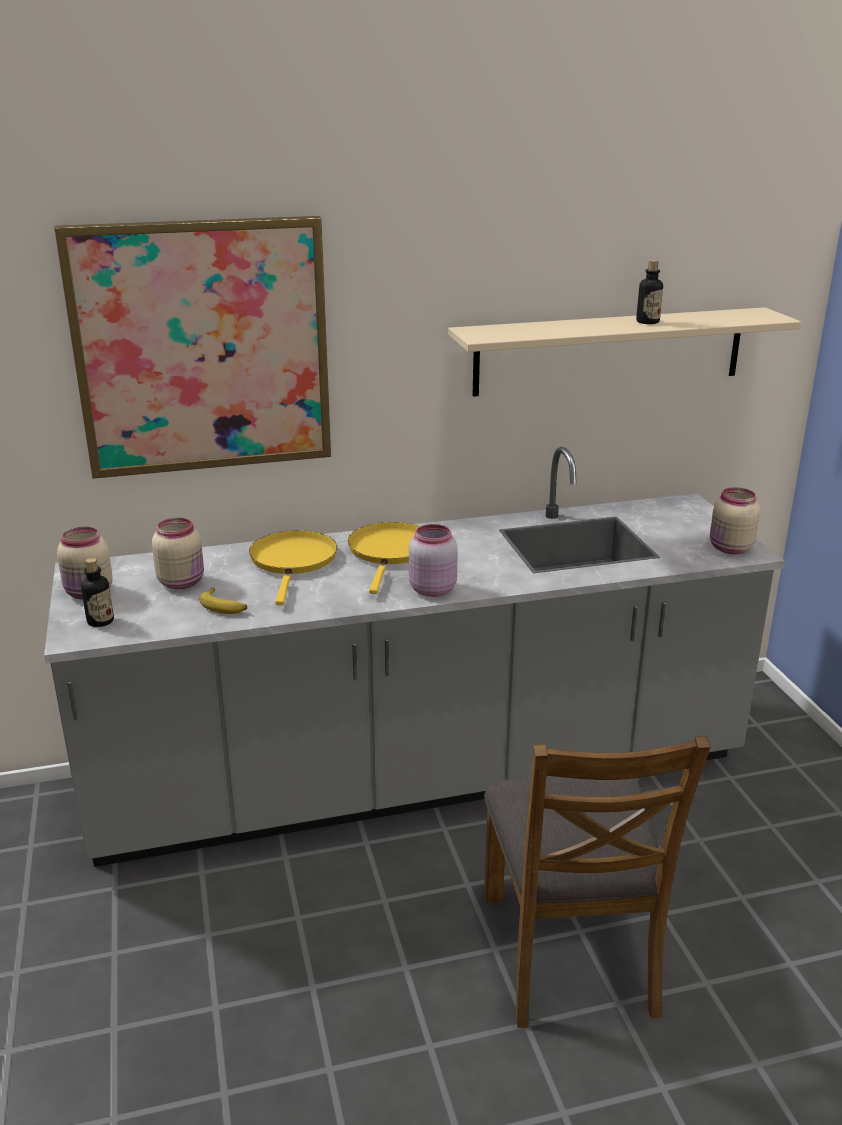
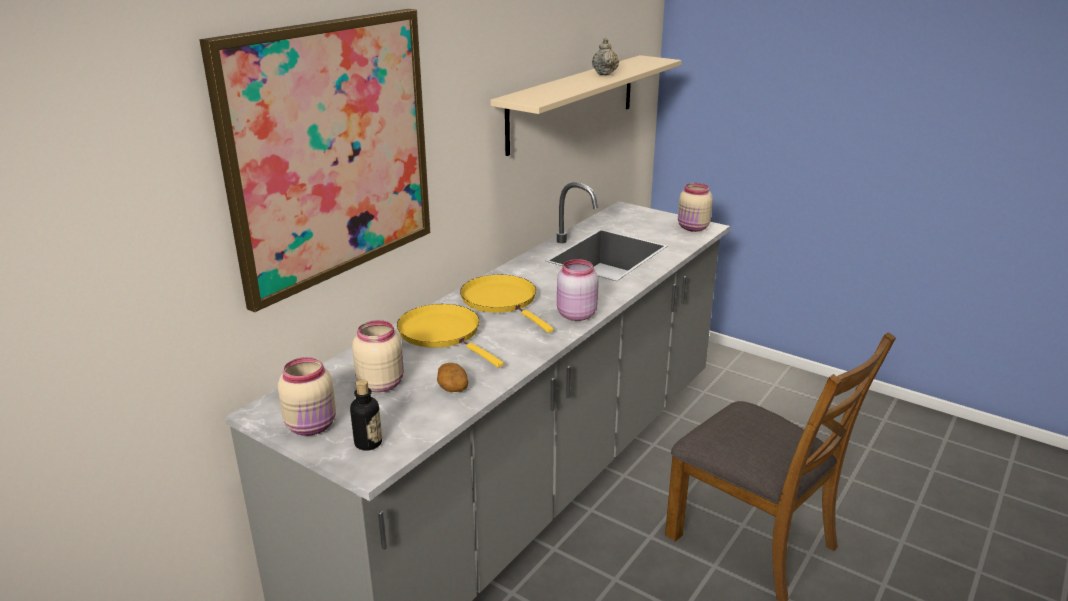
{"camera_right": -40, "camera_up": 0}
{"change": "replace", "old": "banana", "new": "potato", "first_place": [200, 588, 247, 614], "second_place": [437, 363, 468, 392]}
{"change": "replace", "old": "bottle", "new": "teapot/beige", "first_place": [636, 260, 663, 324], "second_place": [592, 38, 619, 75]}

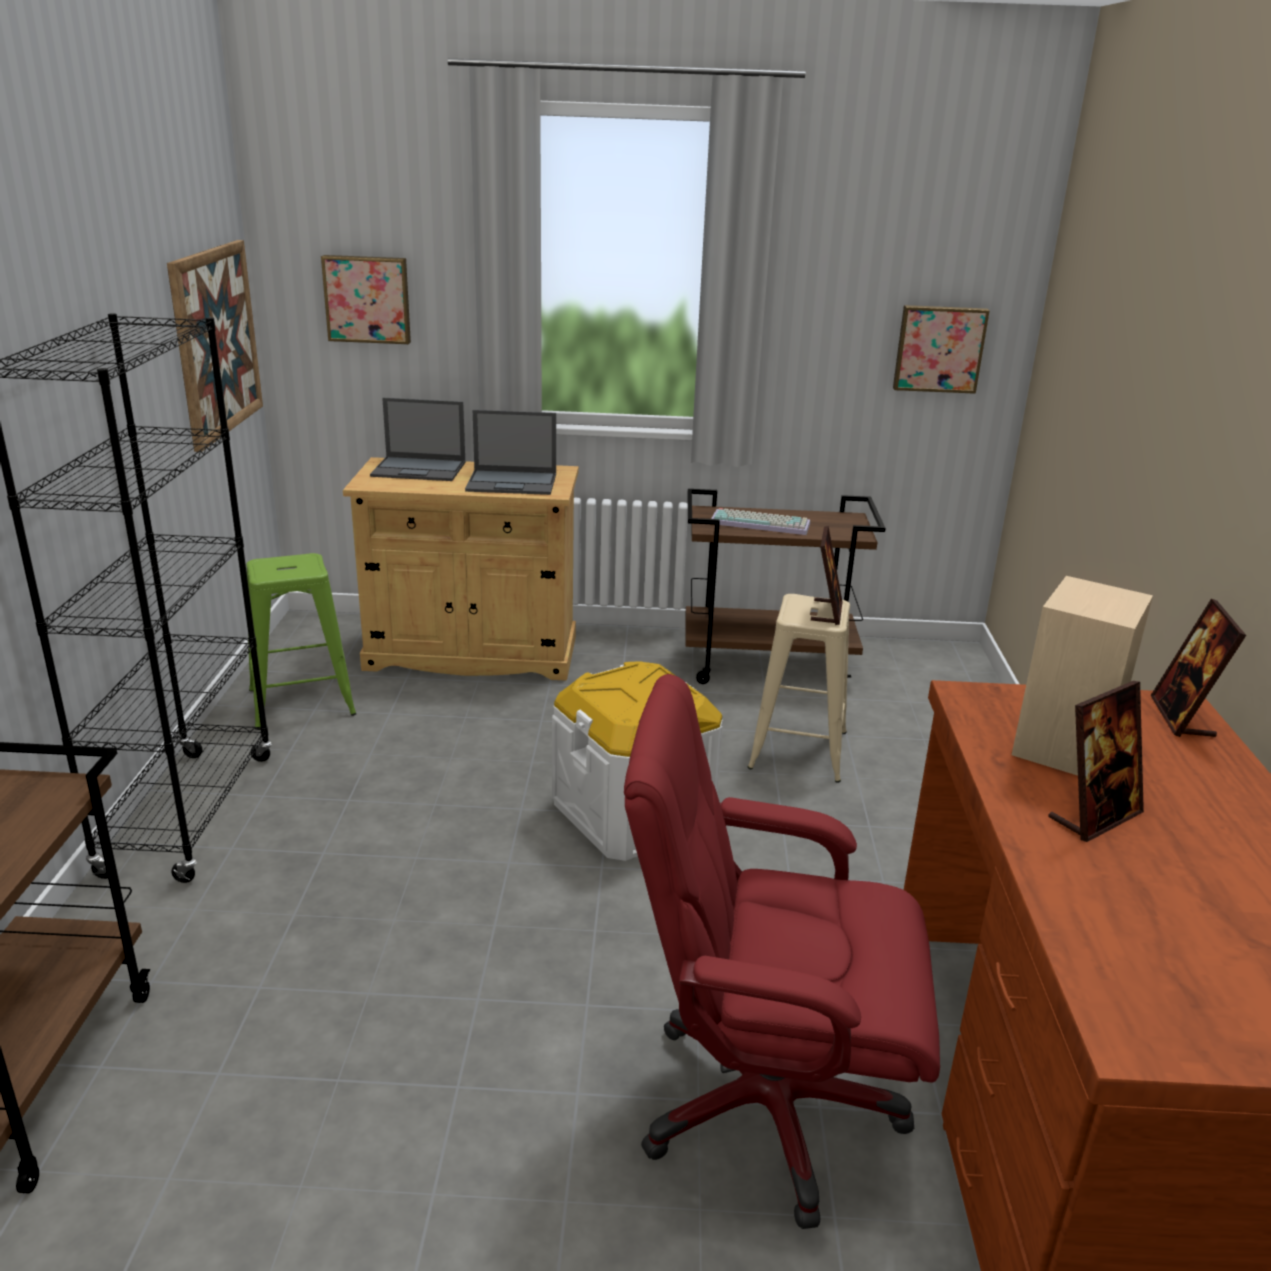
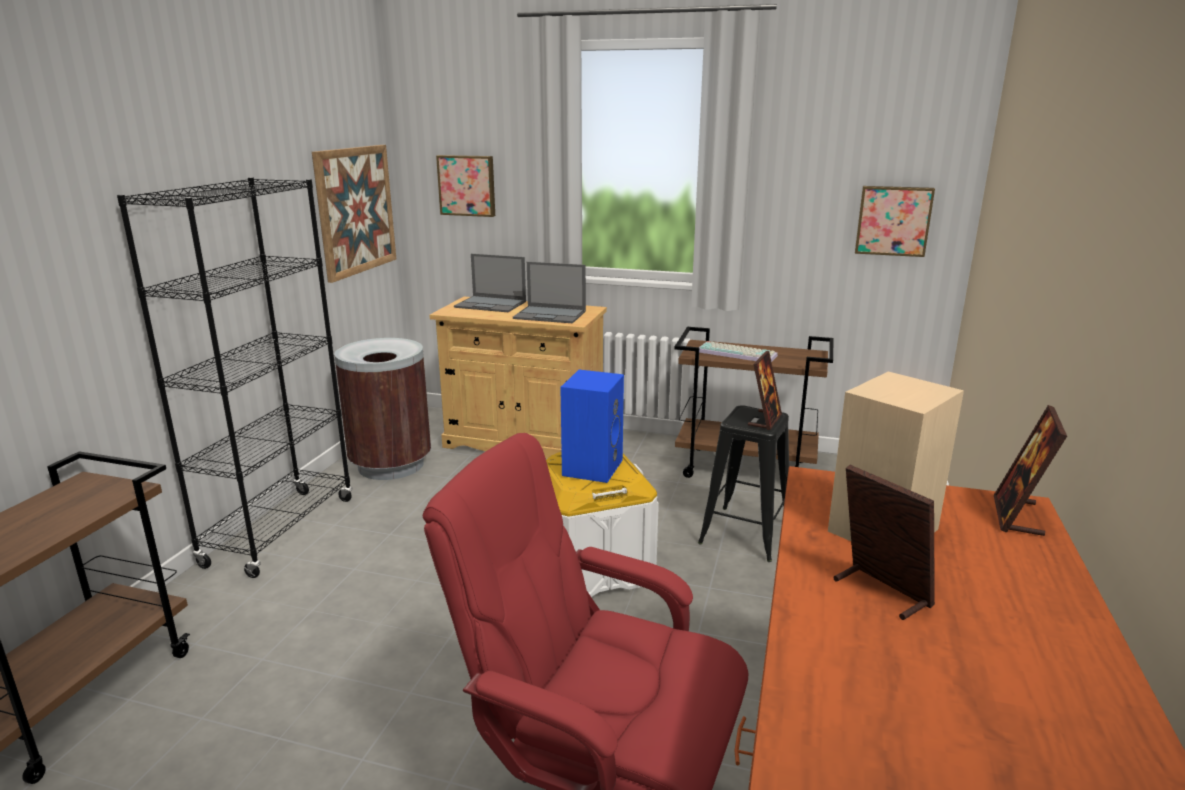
{"camera_right": 15, "camera_up": -5}
{"change": "replace", "old": "stool/green", "new": "trash can/brown", "first_place": [246, 553, 356, 730], "second_place": [334, 338, 431, 480]}
{"change": "recolor", "old": "stool/beige", "new": "stool/black", "first_place": [747, 594, 850, 783], "second_place": [698, 405, 789, 562]}
{"change": "rotate", "old": "picture frame", "first_place": [1048, 681, 1144, 842], "second_place": [833, 465, 935, 620], "degrees": -105}
{"change": "insert", "new": "speaker/blue", "second_place": [560, 370, 624, 483]}

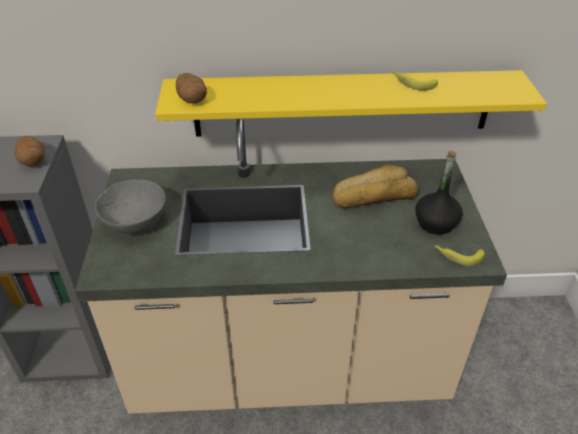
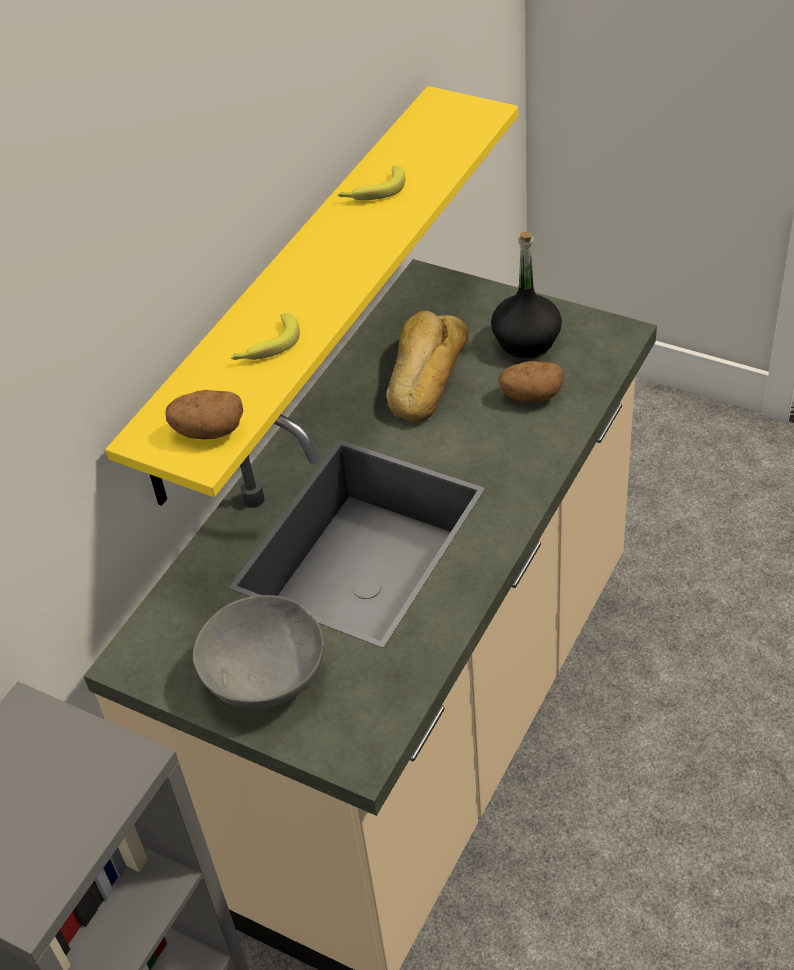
{"camera_right": -55, "camera_up": 5}
{"change": "move", "old": "potato", "first_place": [15, 136, 45, 166], "second_place": [498, 361, 564, 402]}
{"change": "move", "old": "banana", "first_place": [434, 245, 485, 266], "second_place": [231, 313, 300, 360]}

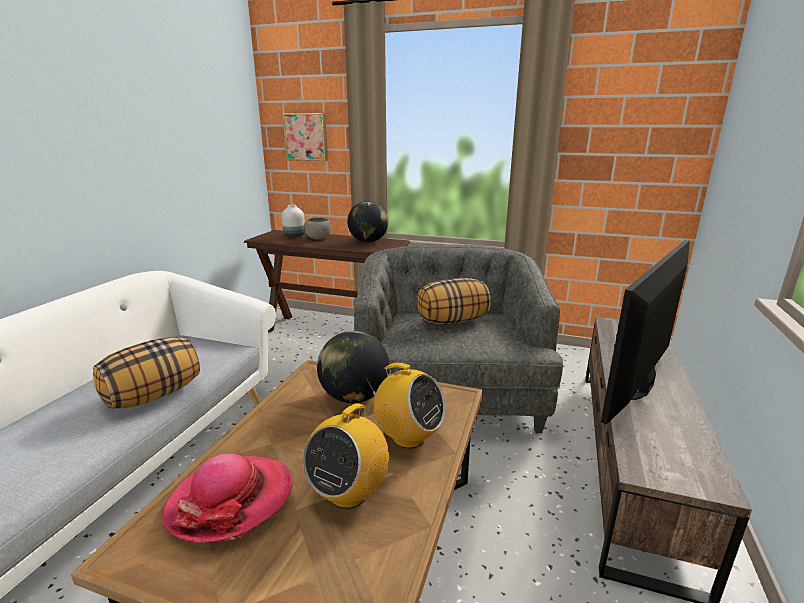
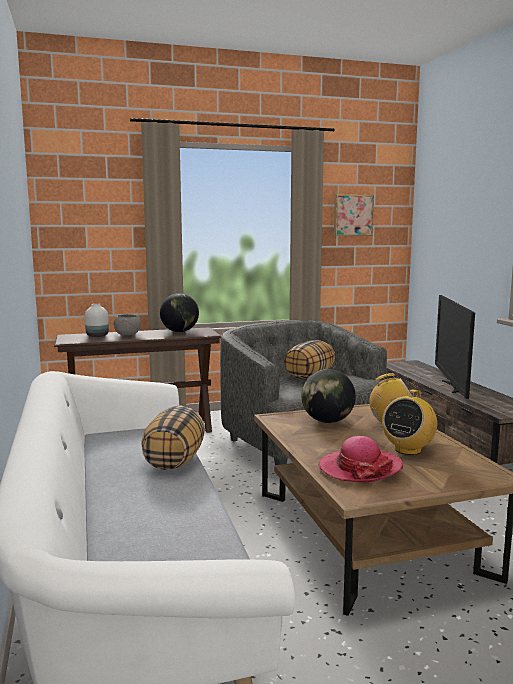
{"camera_right": -35, "camera_up": -10}
{"change": "move", "old": "picture", "first_place": [282, 113, 328, 161], "second_place": [334, 194, 374, 236]}
{"change": "rotate", "old": "radio", "first_place": [303, 400, 389, 509], "second_place": [382, 389, 437, 455], "degrees": 45}

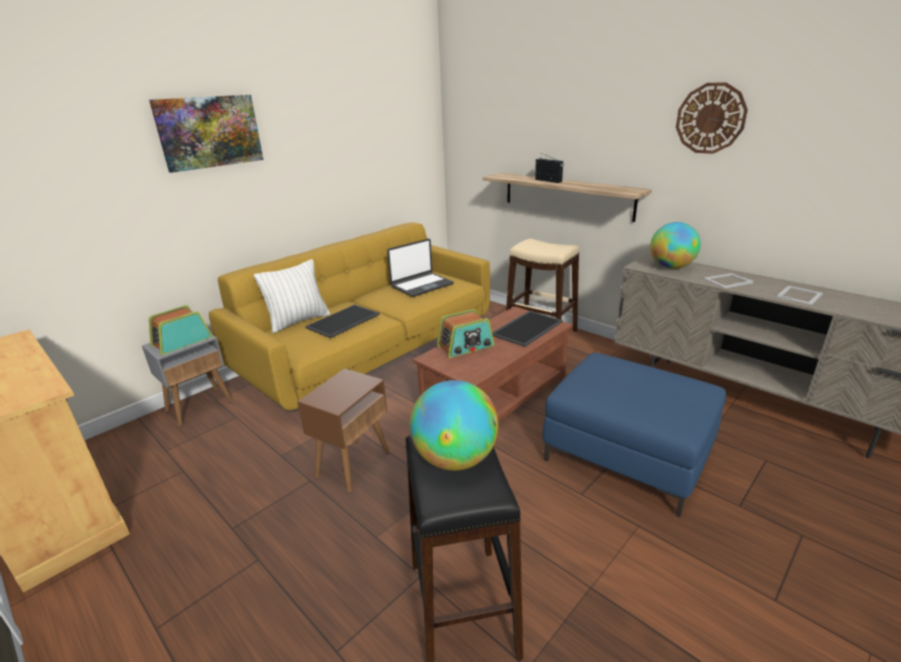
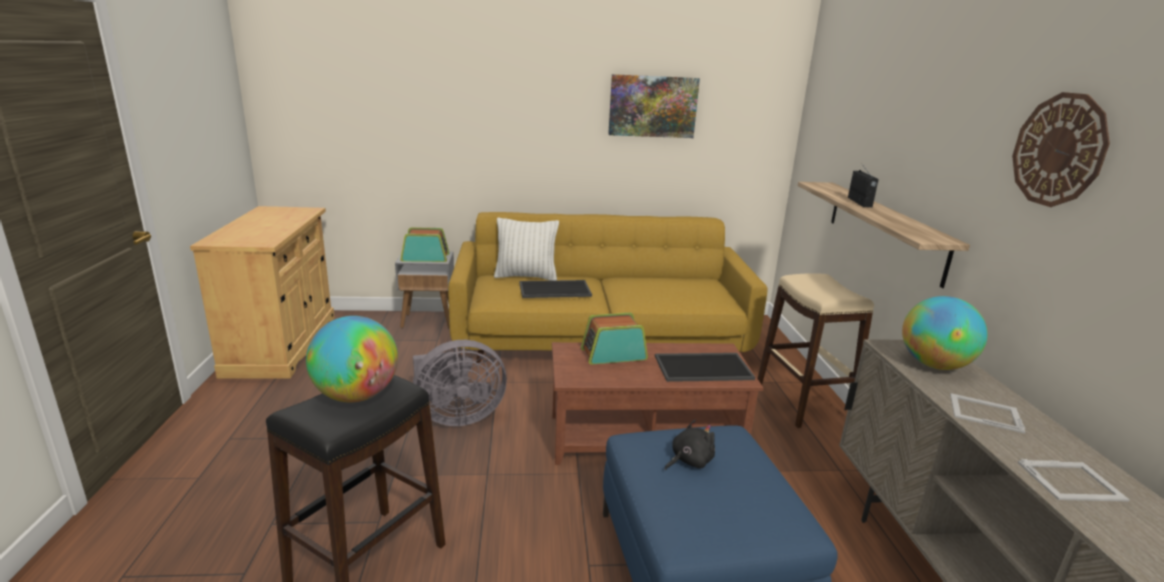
{"camera_right": 40, "camera_up": -5}
{"change": "move", "old": "picture", "first_place": [149, 95, 263, 173], "second_place": [608, 74, 700, 138]}
{"change": "replace", "old": "side table/brown", "new": "fan/grey", "first_place": [297, 368, 390, 492], "second_place": [413, 340, 507, 426]}
{"change": "delete", "old": "laptop", "first_place": [387, 239, 454, 297]}
{"change": "rotate", "old": "radio", "first_place": [437, 309, 494, 358], "second_place": [581, 313, 648, 365], "degrees": 150}
{"change": "insert", "new": "plush toy/black", "second_place": [665, 420, 715, 470]}

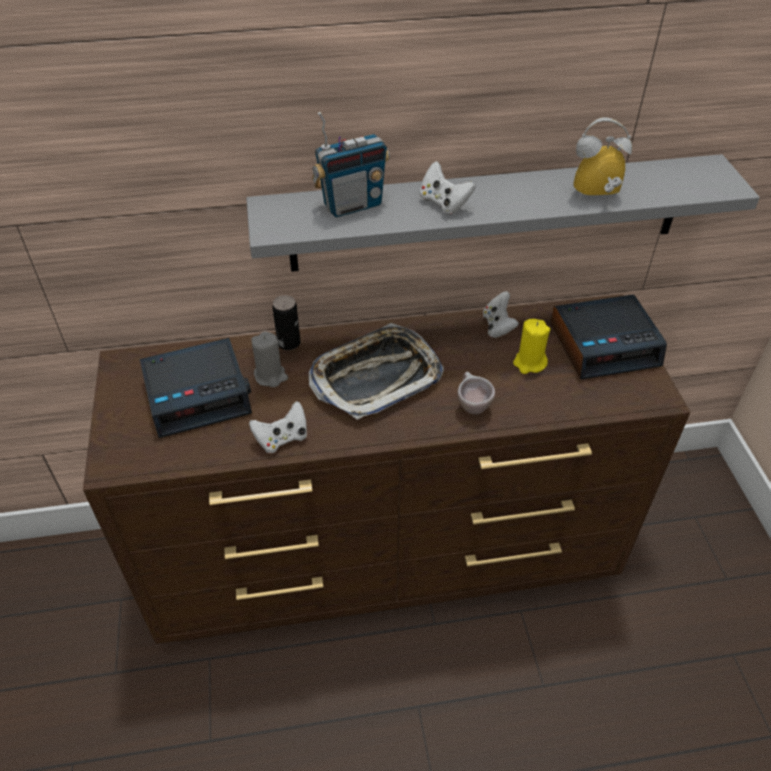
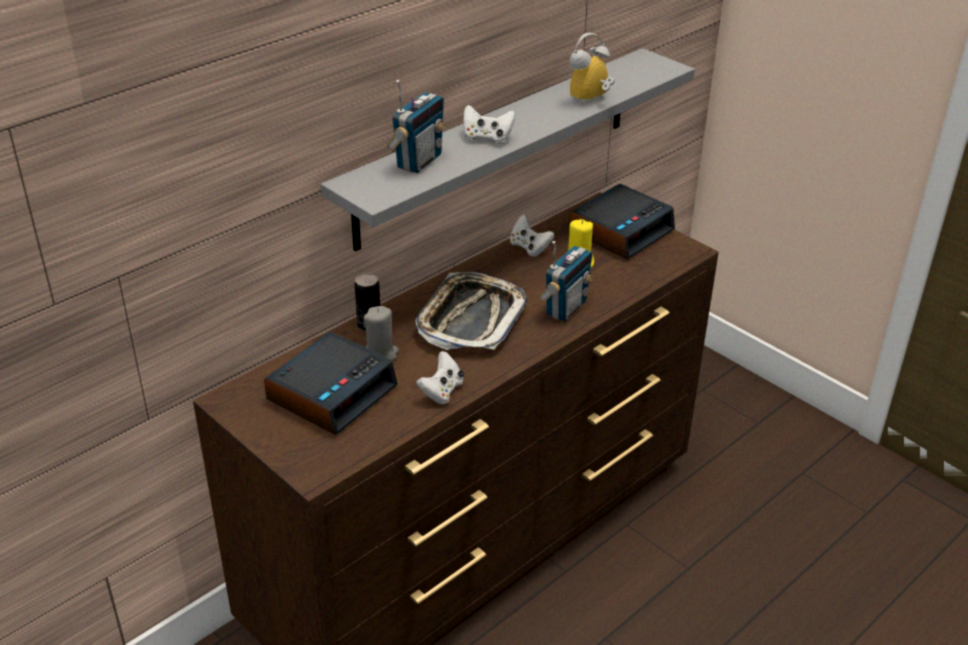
{"camera_right": -35, "camera_up": -10}
{"change": "replace", "old": "cup/beige", "new": "radio", "first_place": [457, 371, 495, 414], "second_place": [538, 241, 593, 322]}

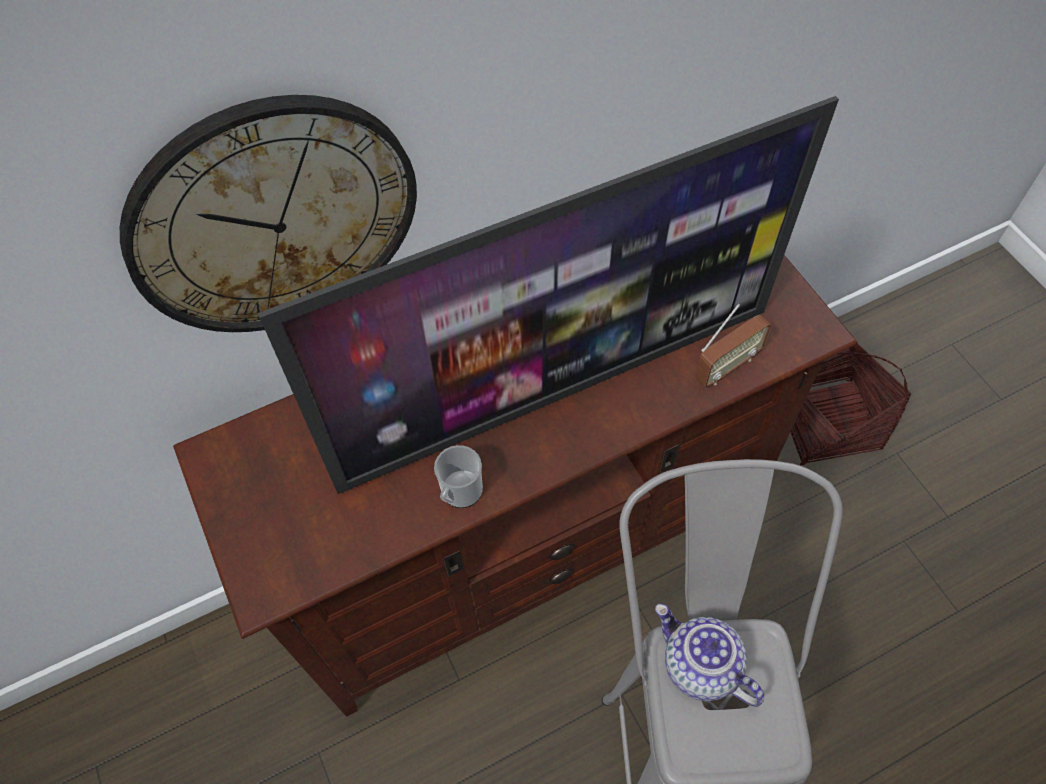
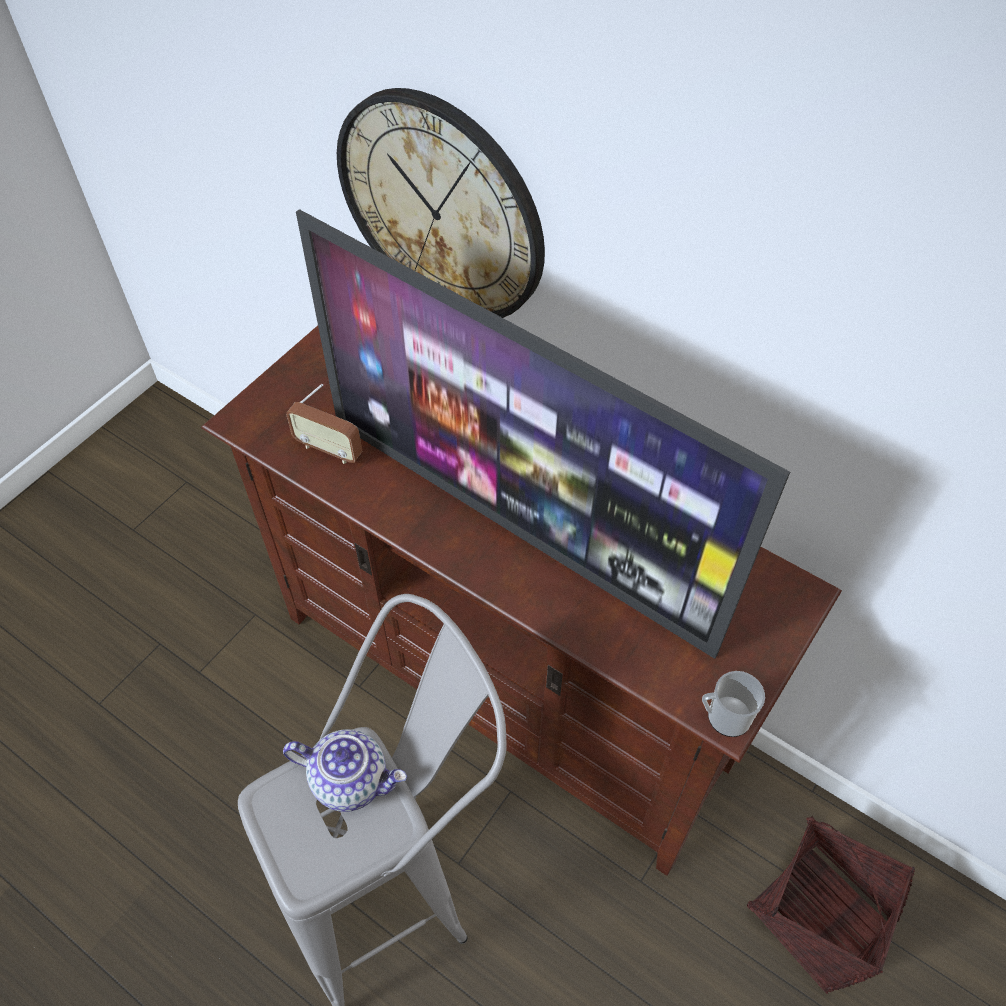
{"camera_right": 60, "camera_up": -5}
{"change": "move", "old": "mug", "first_place": [434, 445, 483, 508], "second_place": [702, 671, 765, 737]}
{"change": "rotate", "old": "teapot", "first_place": [655, 604, 764, 707], "second_place": [283, 729, 407, 812], "degrees": 90}
{"change": "move", "old": "radio", "first_place": [695, 304, 771, 387], "second_place": [286, 384, 362, 464]}

